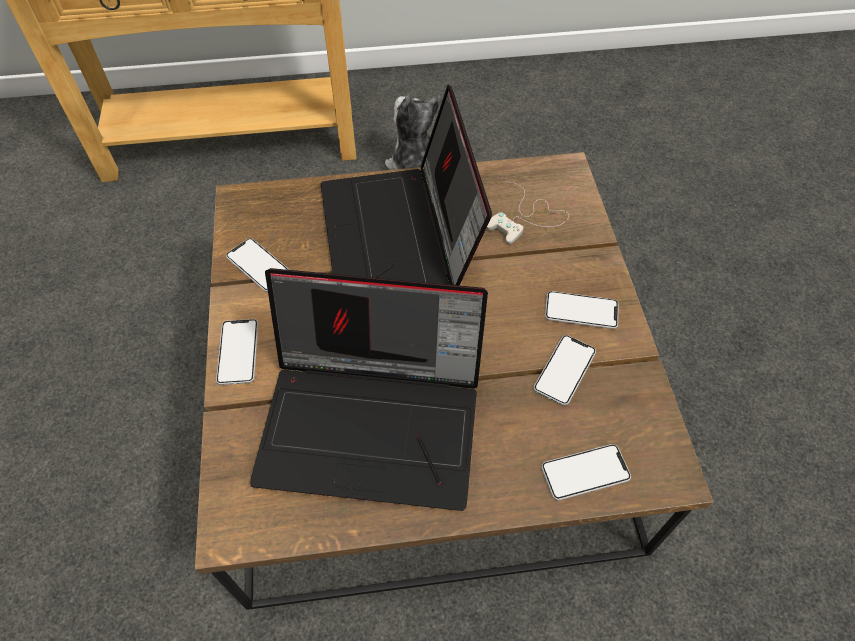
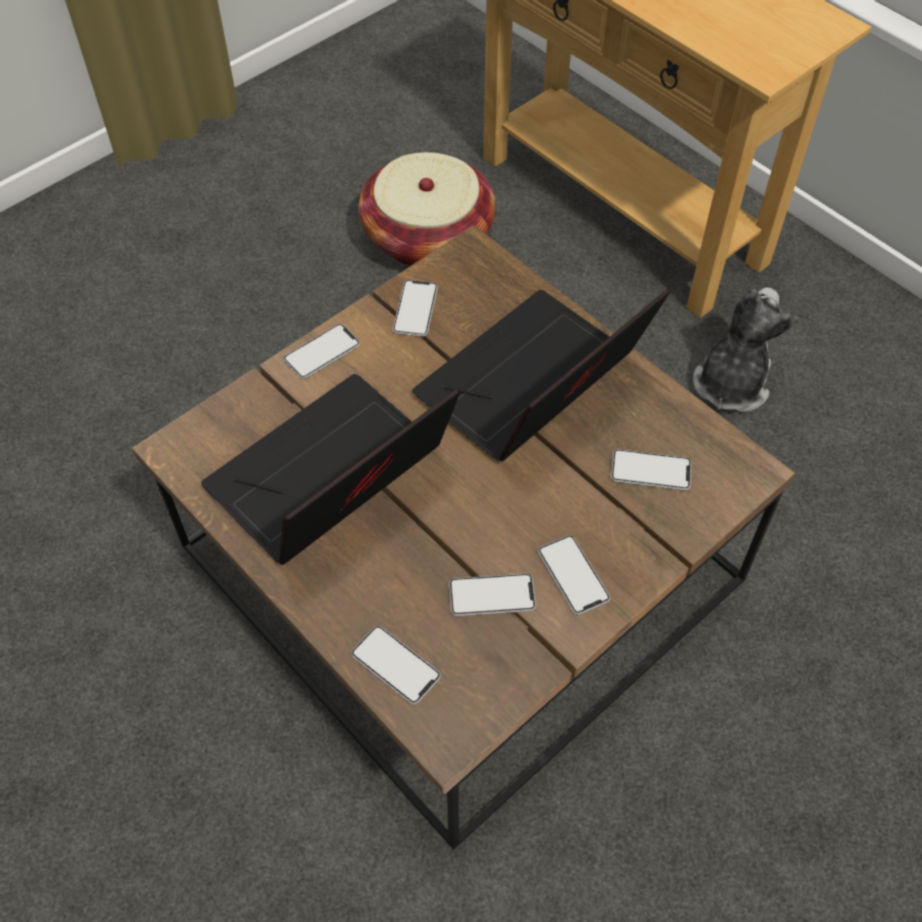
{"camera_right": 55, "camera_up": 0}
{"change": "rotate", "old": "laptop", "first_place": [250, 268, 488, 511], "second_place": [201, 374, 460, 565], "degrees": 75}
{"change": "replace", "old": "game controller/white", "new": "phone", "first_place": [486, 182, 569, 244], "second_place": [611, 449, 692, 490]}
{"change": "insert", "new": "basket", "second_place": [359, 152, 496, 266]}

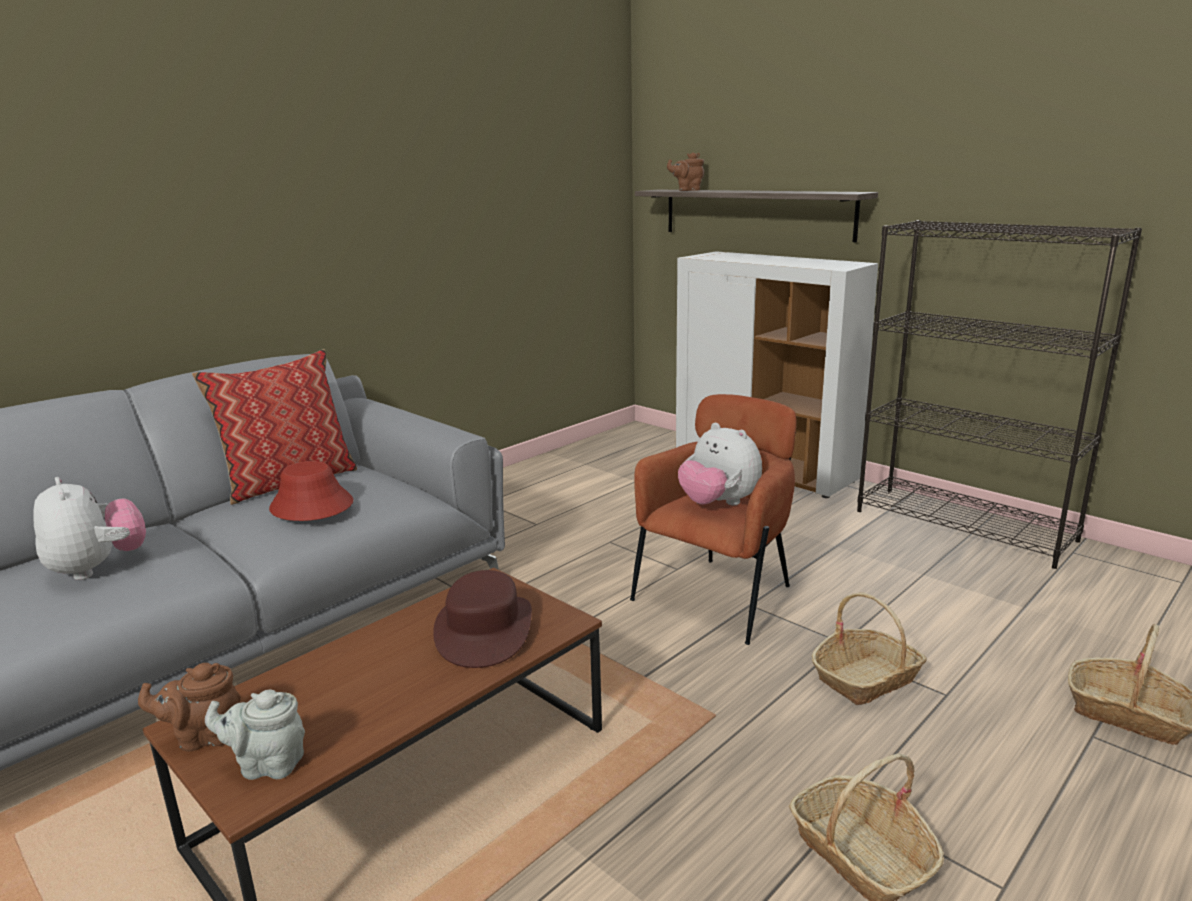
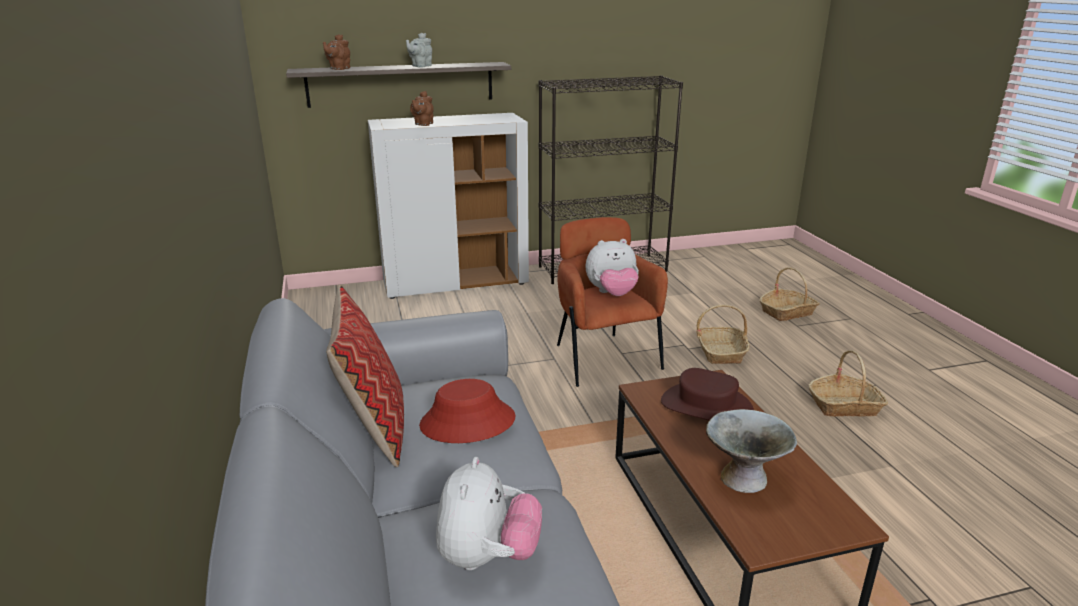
{"camera_right": -60, "camera_up": 5}
{"change": "rotate", "old": "plush toy", "first_place": [33, 477, 146, 580], "second_place": [436, 457, 542, 570], "degrees": 105}
{"change": "move", "old": "teapot/brown", "first_place": [138, 663, 241, 752], "second_place": [410, 91, 434, 126]}
{"change": "move", "old": "teapot/grey", "first_place": [205, 689, 305, 780], "second_place": [406, 33, 432, 67]}
{"change": "insert", "new": "bowl/grey", "second_place": [706, 409, 797, 493]}

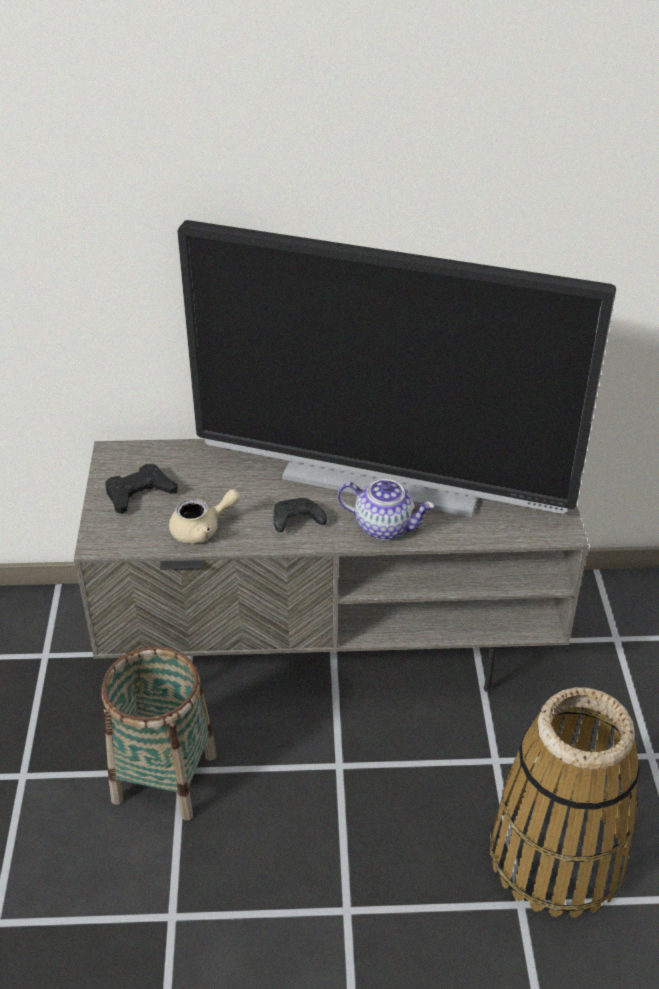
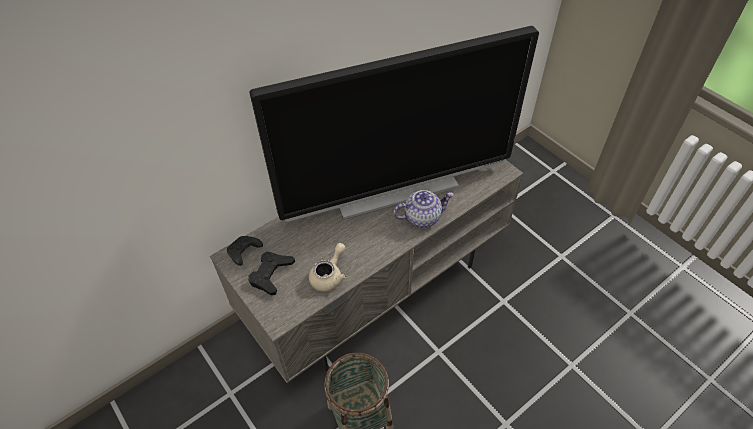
{"camera_right": -35, "camera_up": 10}
{"change": "move", "old": "game controller/black", "first_place": [273, 498, 327, 532], "second_place": [227, 236, 263, 266]}
{"change": "delete", "old": "basket", "first_place": [490, 687, 640, 918]}

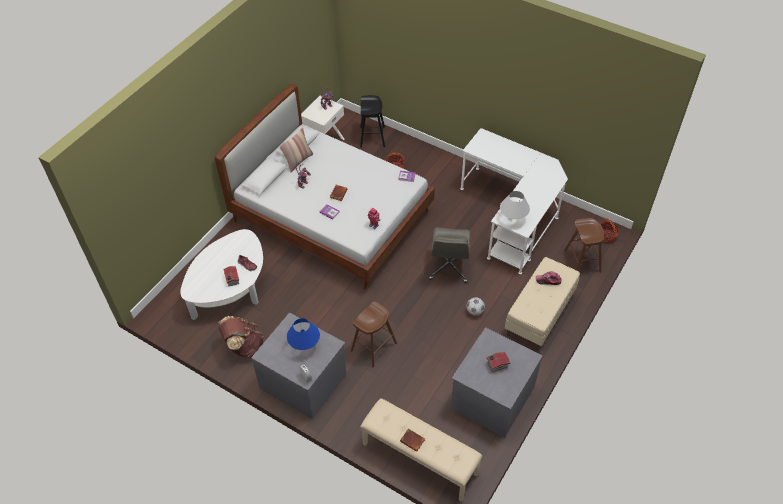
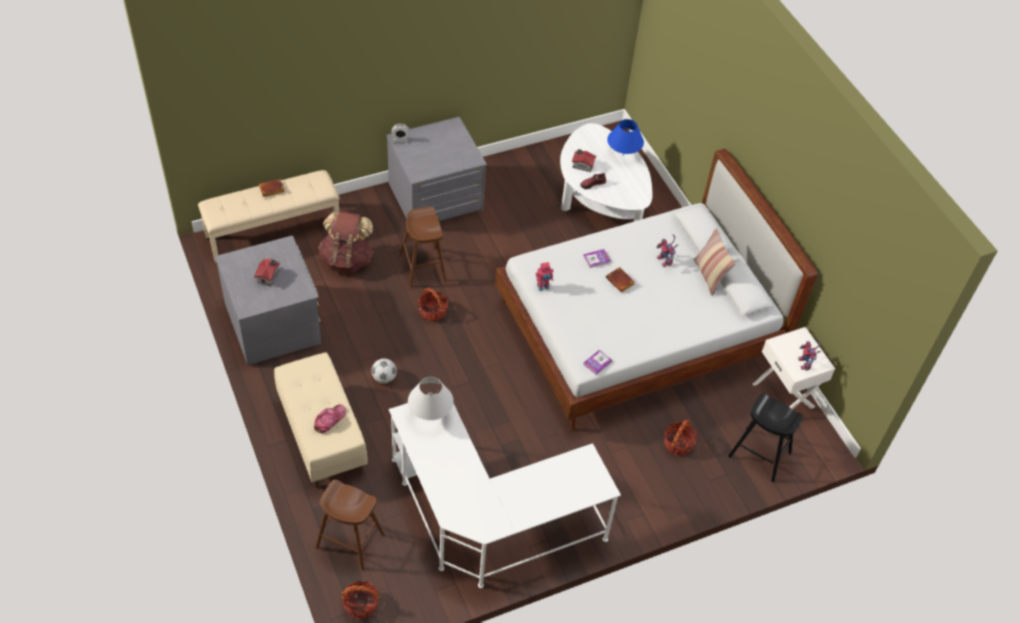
{"camera_right": 120, "camera_up": 0}
{"change": "move", "old": "backpack/brown", "first_place": [218, 316, 264, 358], "second_place": [319, 211, 373, 273]}
{"change": "move", "old": "table lamp/blue", "first_place": [287, 318, 320, 350], "second_place": [607, 119, 644, 155]}
{"change": "delete", "old": "office chair/grey", "first_place": [429, 227, 471, 283]}
{"change": "insert", "new": "basket", "second_place": [418, 287, 448, 321]}

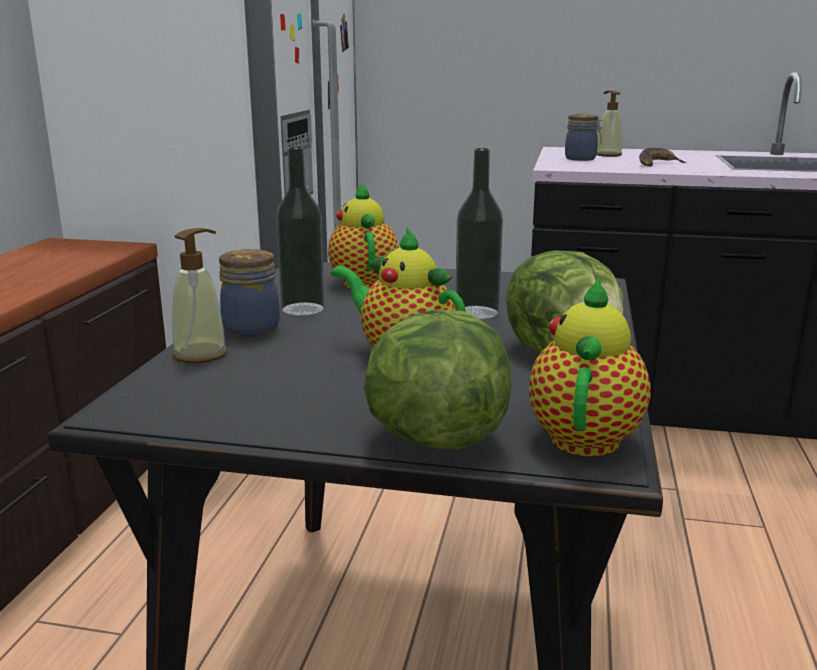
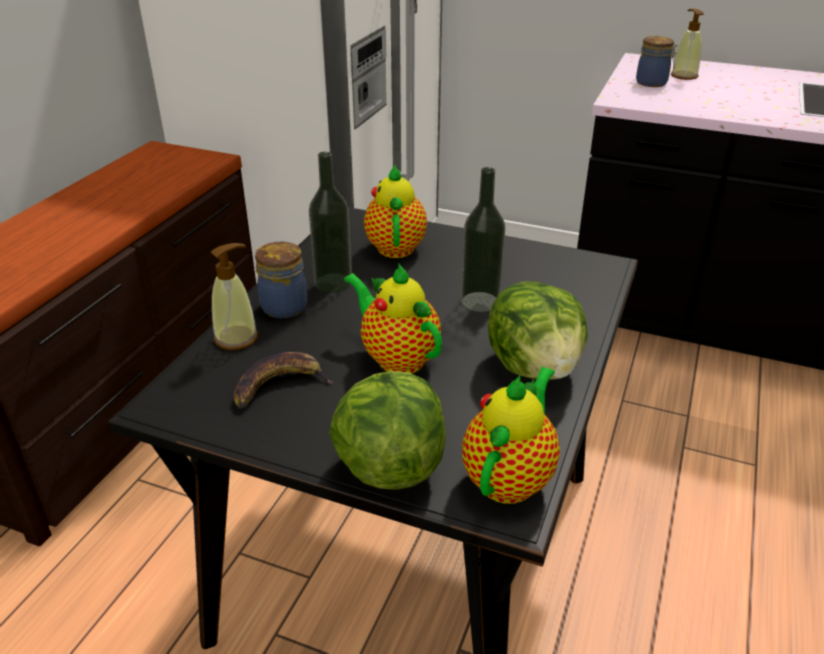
{"camera_right": 10, "camera_up": 15}
{"change": "move", "old": "banana", "first_place": [639, 148, 687, 167], "second_place": [234, 352, 335, 410]}

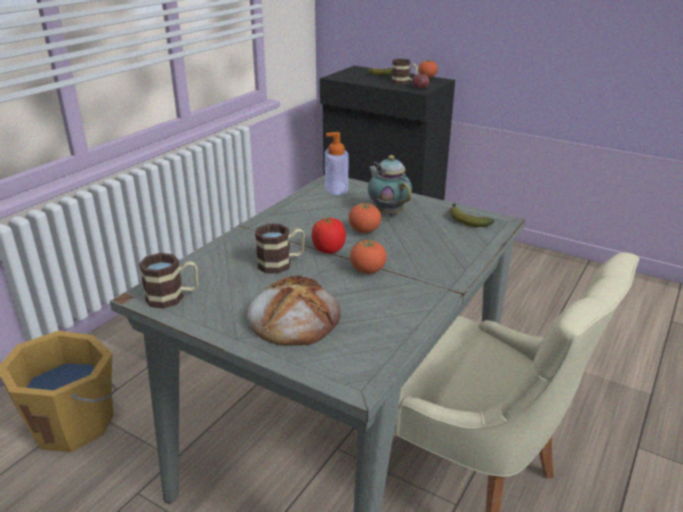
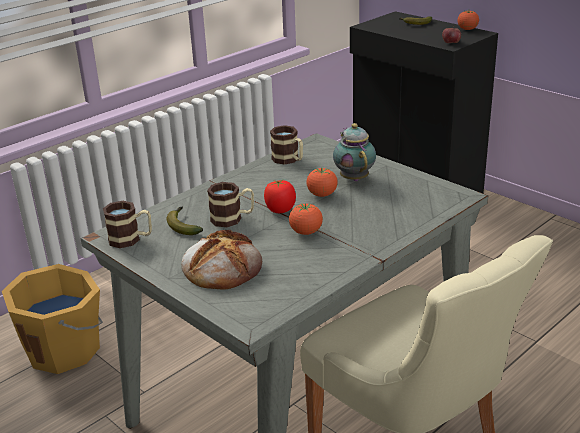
{"camera_right": 15, "camera_up": 0}
{"change": "delete", "old": "soap dispenser", "first_place": [325, 132, 348, 195]}
{"change": "move", "old": "mug", "first_place": [391, 59, 418, 84], "second_place": [270, 125, 303, 165]}
{"change": "move", "old": "banana", "first_place": [449, 203, 495, 227], "second_place": [167, 206, 203, 235]}

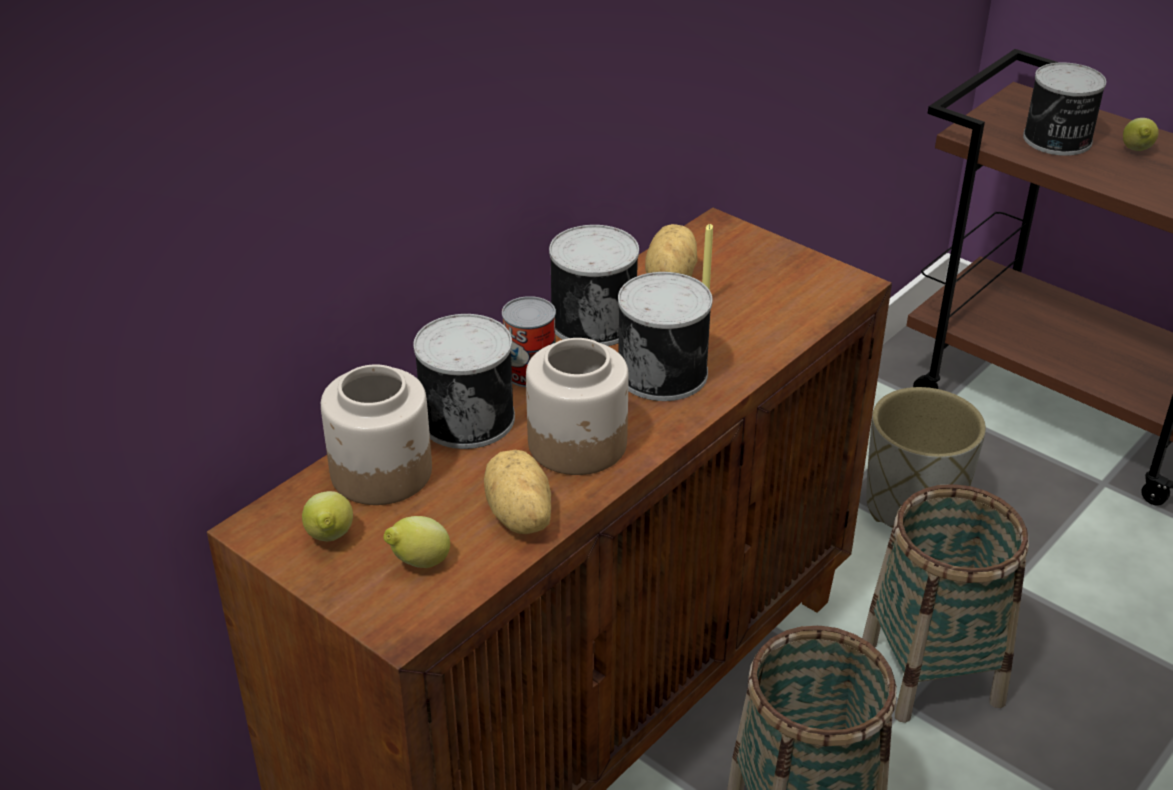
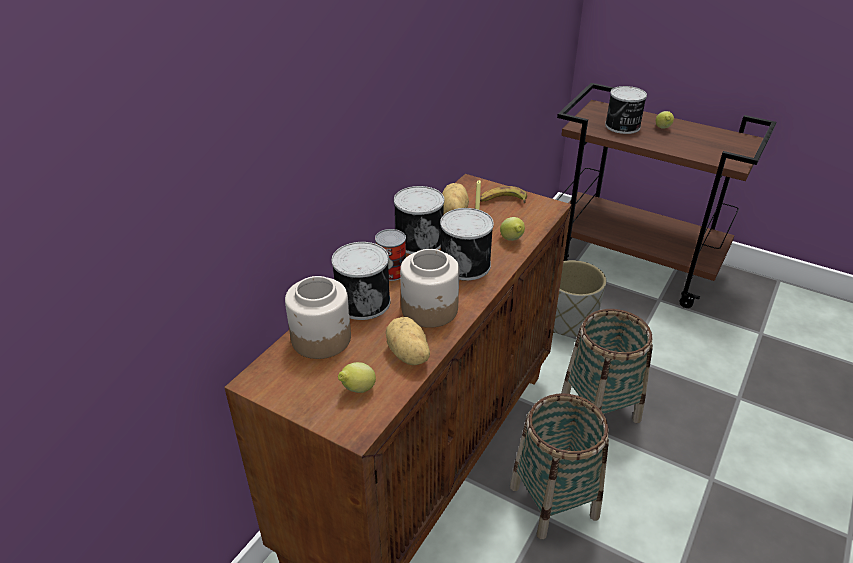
{"camera_right": -10, "camera_up": 0}
{"change": "move", "old": "lemon", "first_place": [302, 491, 353, 541], "second_place": [500, 217, 525, 241]}
{"change": "insert", "new": "banana", "second_place": [480, 186, 527, 203]}

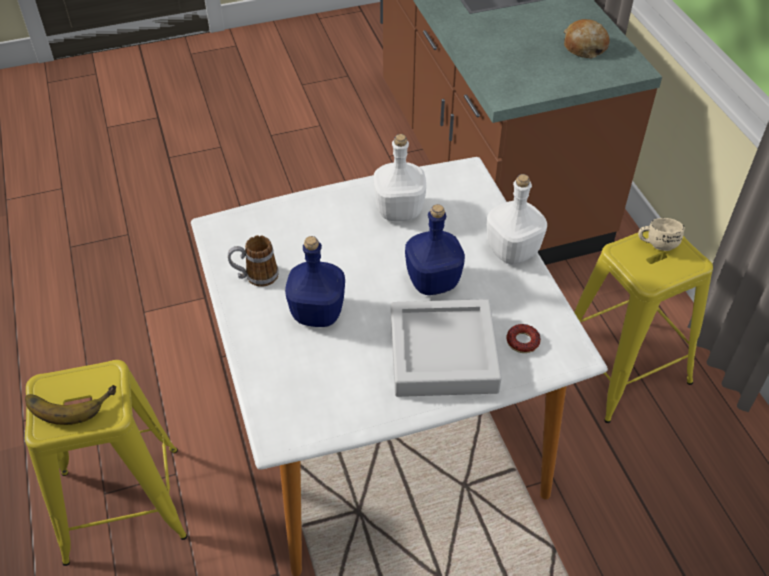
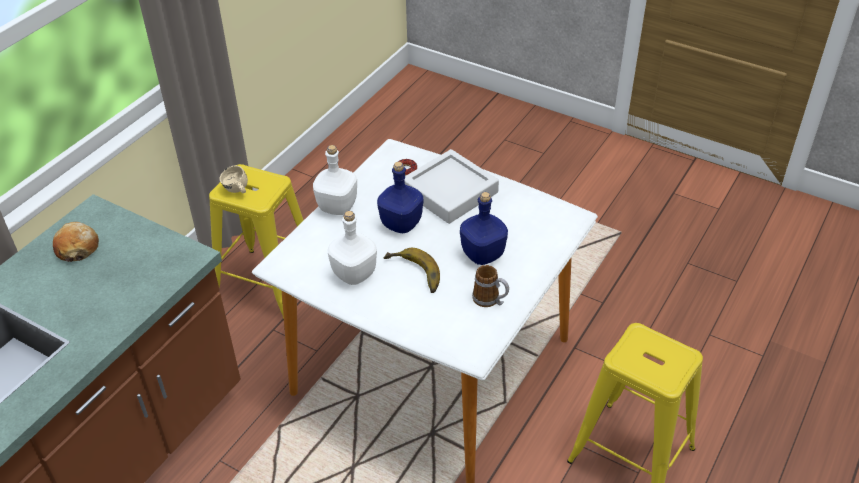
{"camera_right": -130, "camera_up": -5}
{"change": "move", "old": "banana", "first_place": [25, 385, 116, 425], "second_place": [384, 248, 440, 293]}

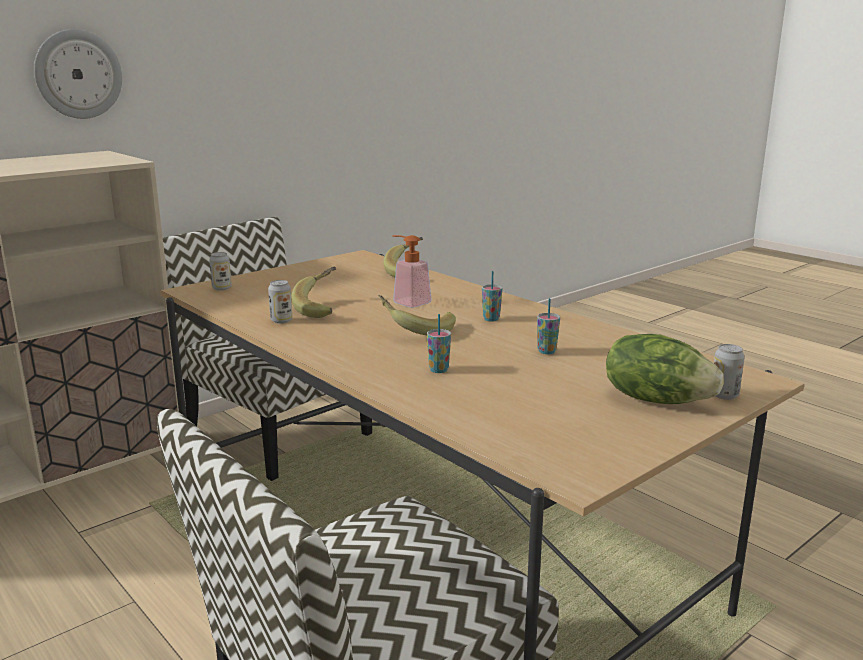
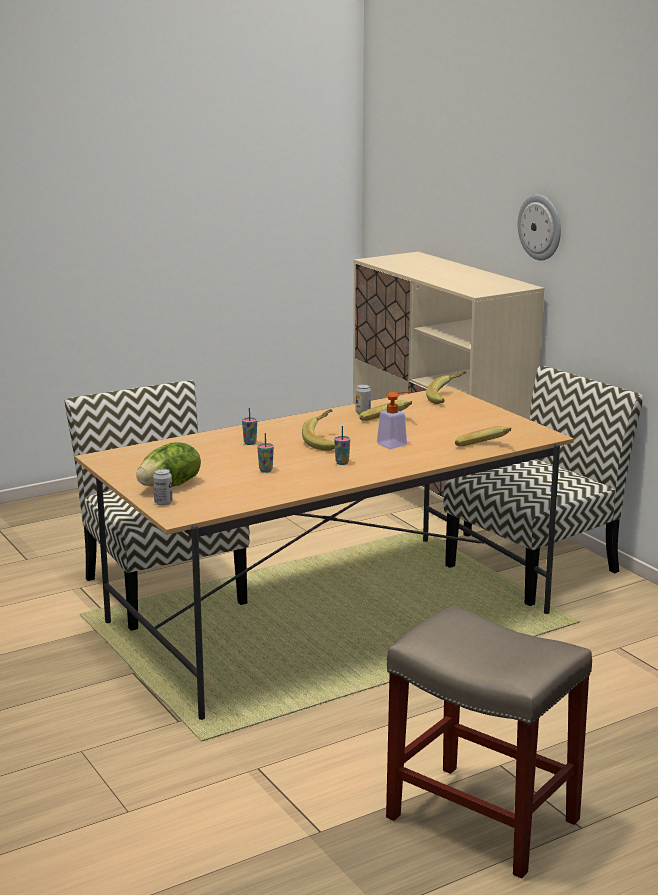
{"camera_right": 100, "camera_up": 0}
{"change": "replace", "old": "can", "new": "banana", "first_place": [209, 252, 232, 291], "second_place": [426, 371, 467, 404]}
{"change": "insert", "new": "stool/beige", "second_place": [386, 605, 592, 879]}

